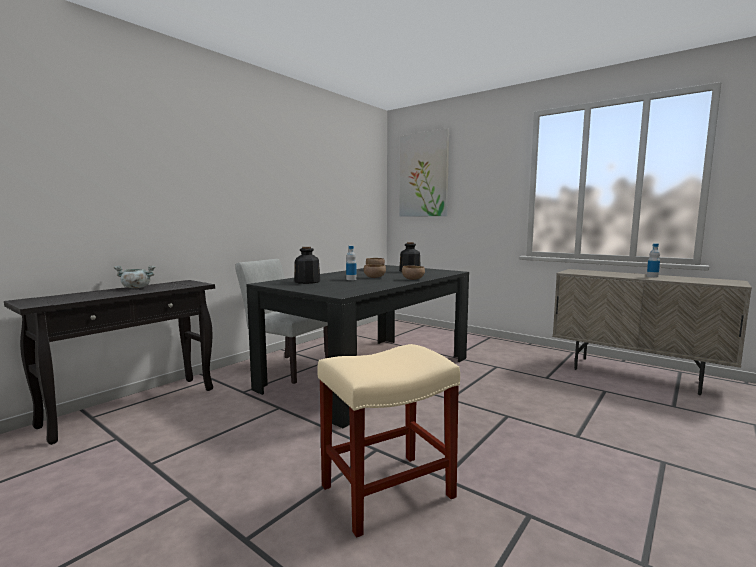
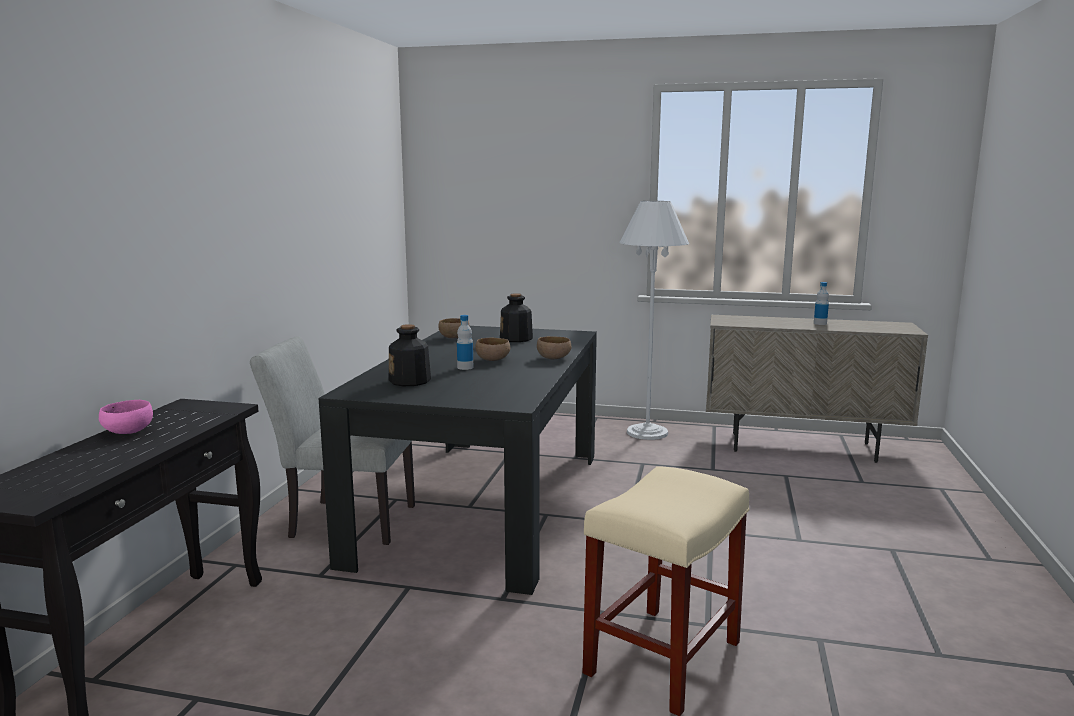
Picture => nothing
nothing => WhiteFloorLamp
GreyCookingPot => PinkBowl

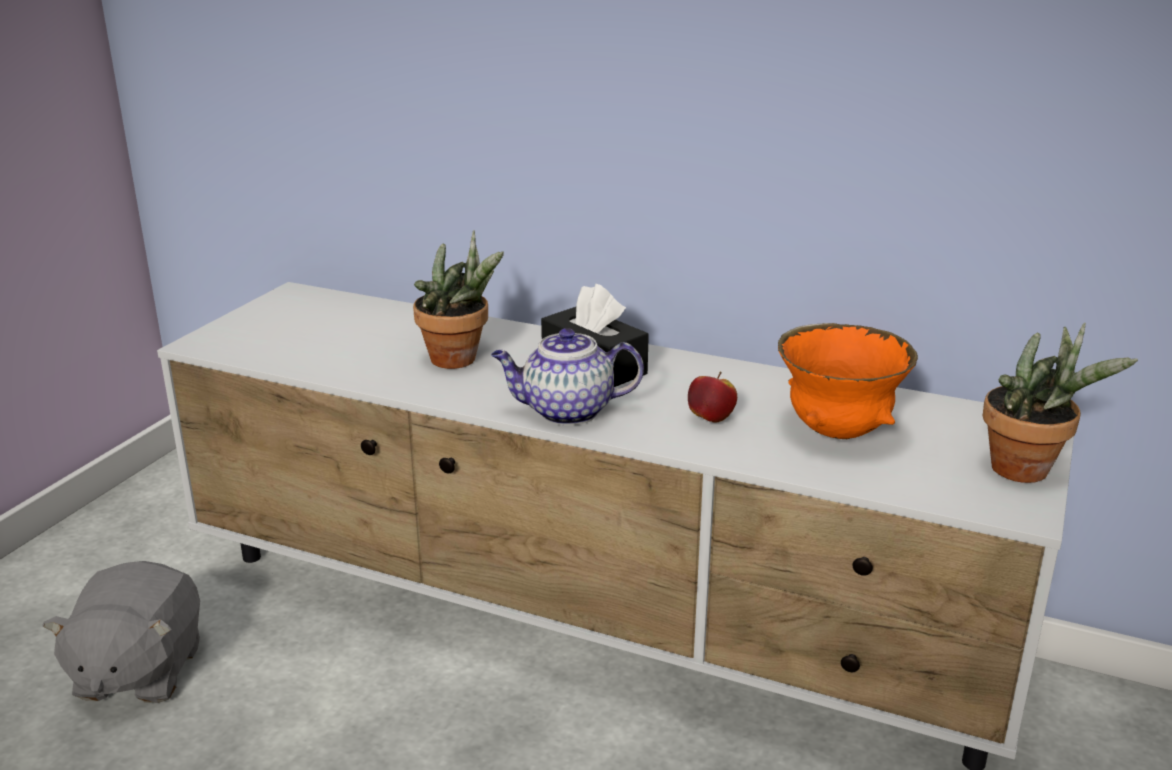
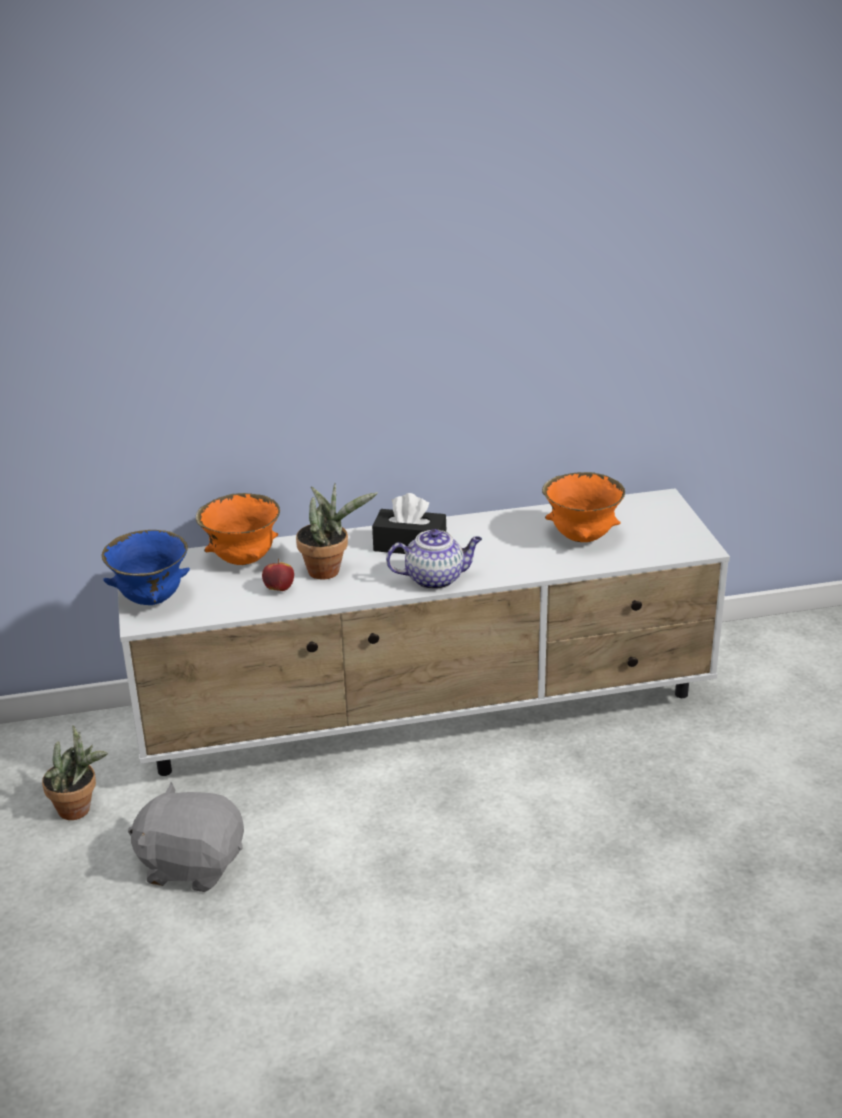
nothing => BlueBowl
nothing => OrangeBowl (1st from left)
Apple, move
PottedPlant (2nd from left in the first image) => PottedPlant (1st from left), move
GreyPlushToy, 135 degrees clockwise
Teapot, 150 degrees counterclockwise

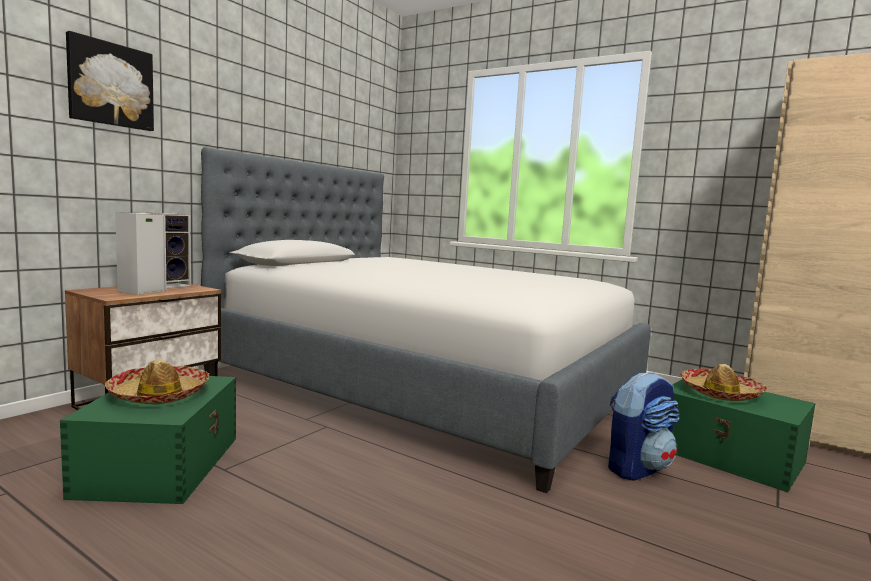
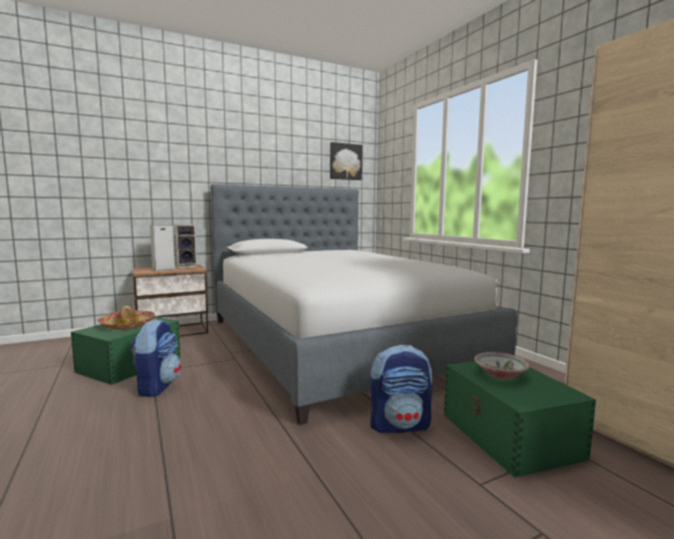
nothing => Backpack (1st from left)
Picture, move
Hat (2nd from left) => Bowl

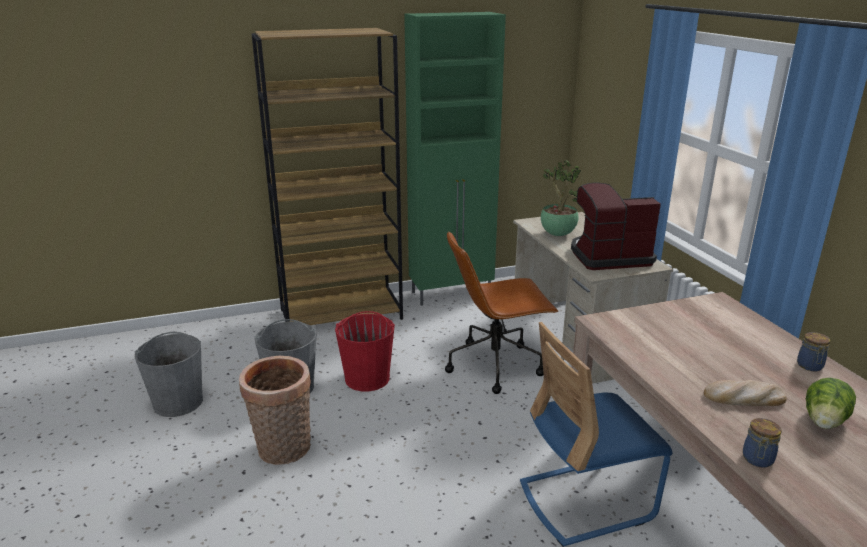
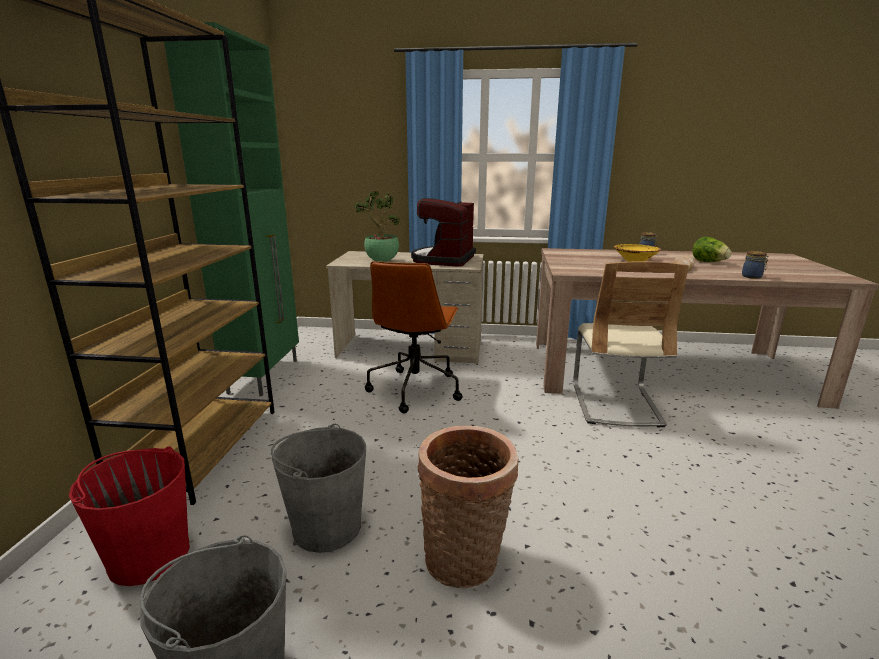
nothing => YellowBowl
RedBucket, move
BlueChair => BeigeChair

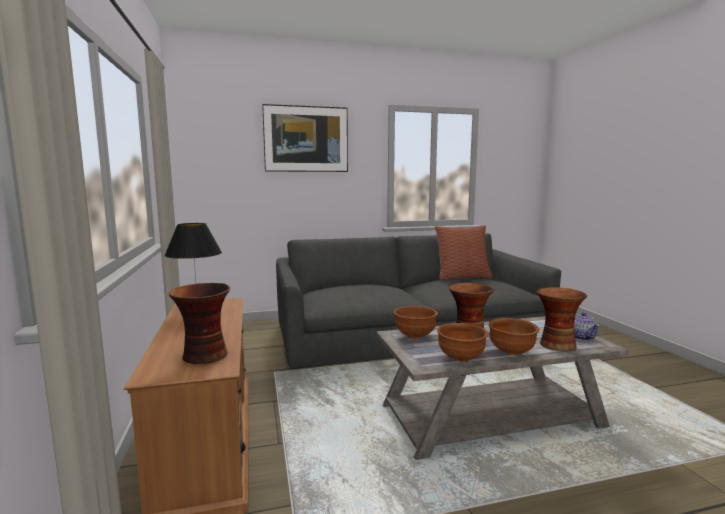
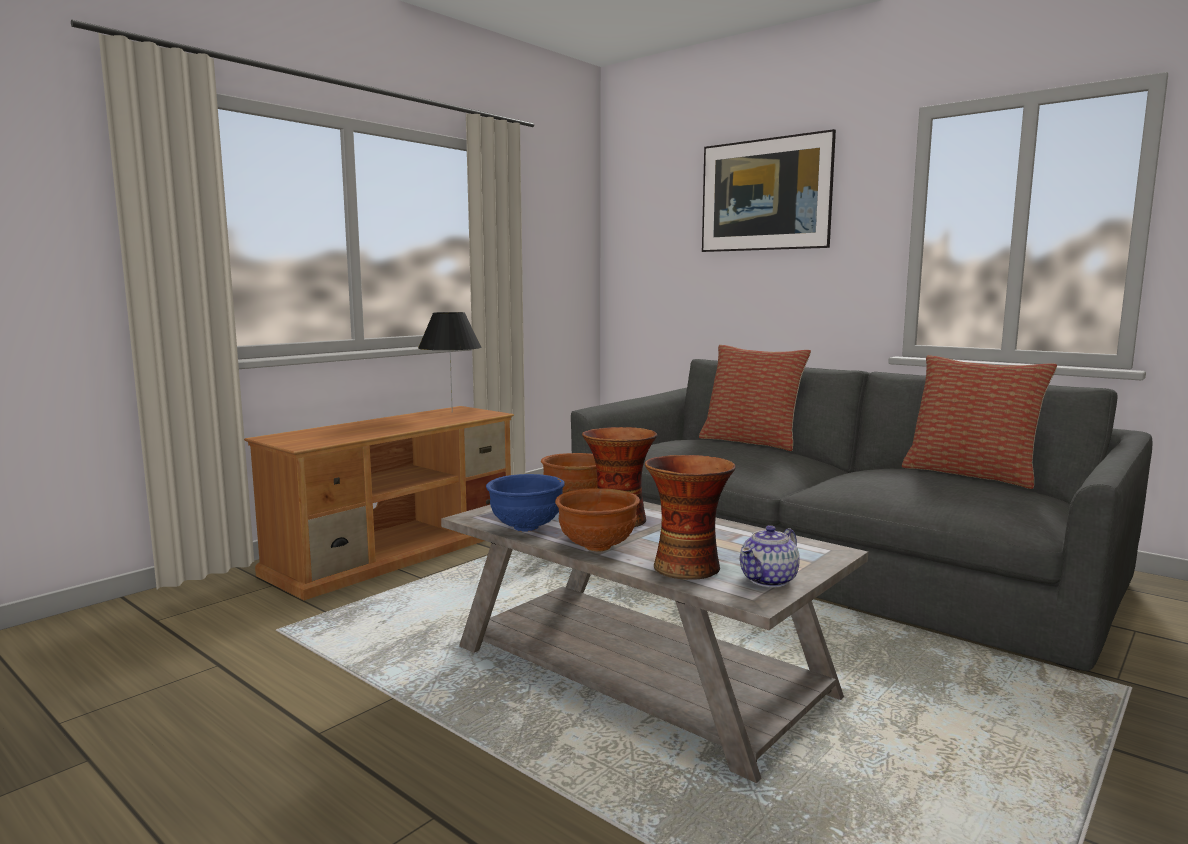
Vase (1st from left) => nothing
nothing => Pillow (1st from left)
BrownBowl (2nd from left) => BlueBowl

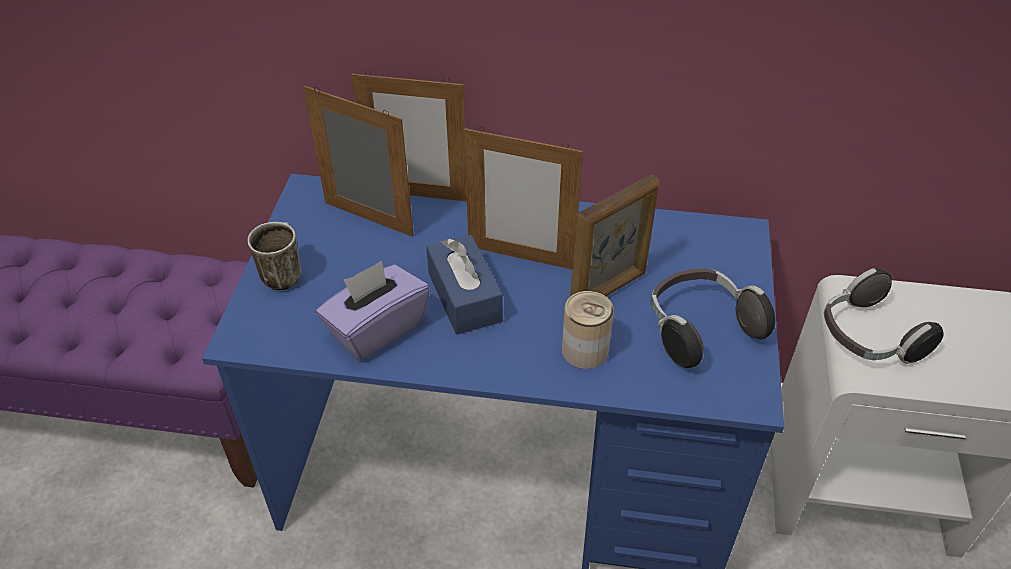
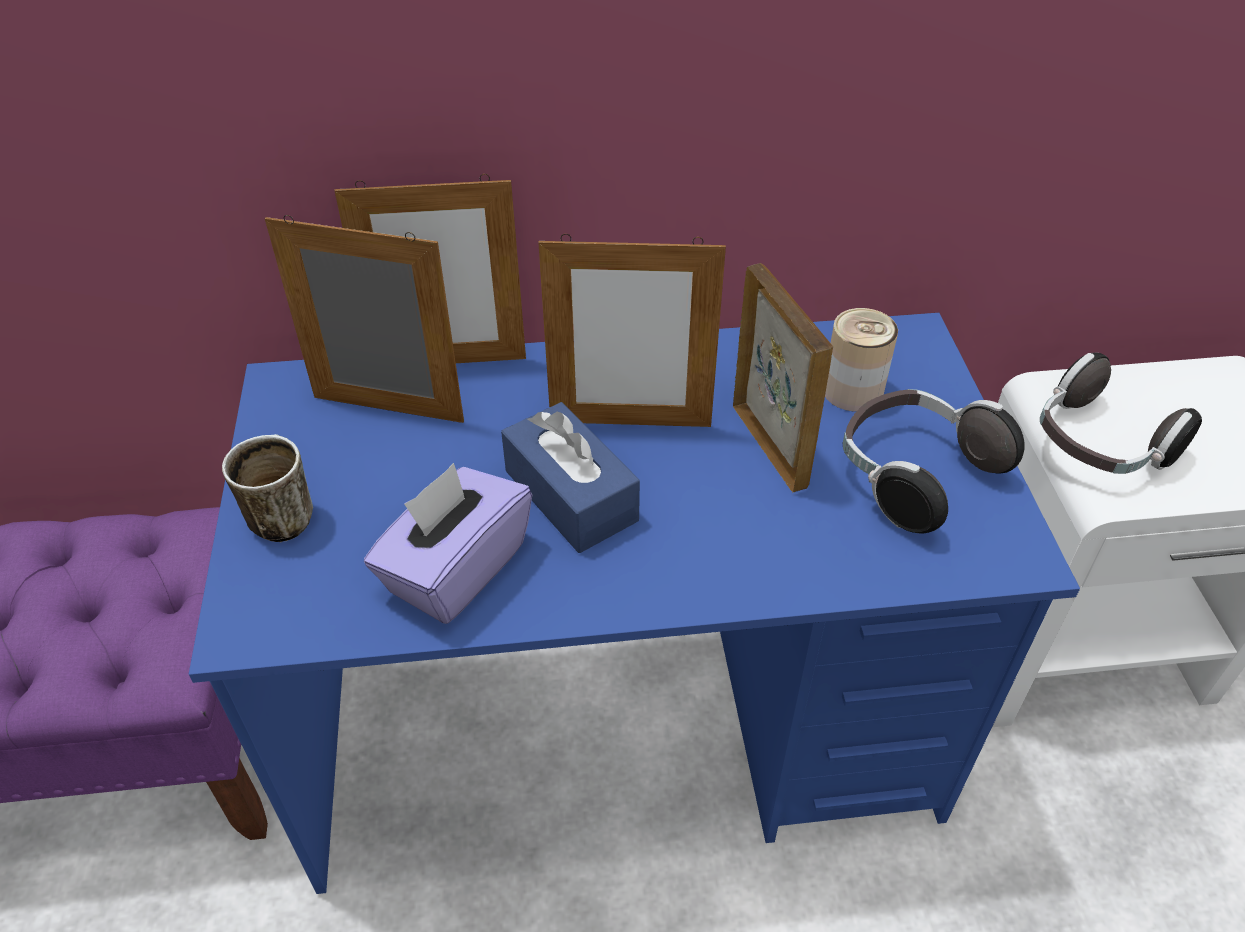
Can, move
PictureFrame (4th from left), 60 degrees counterclockwise

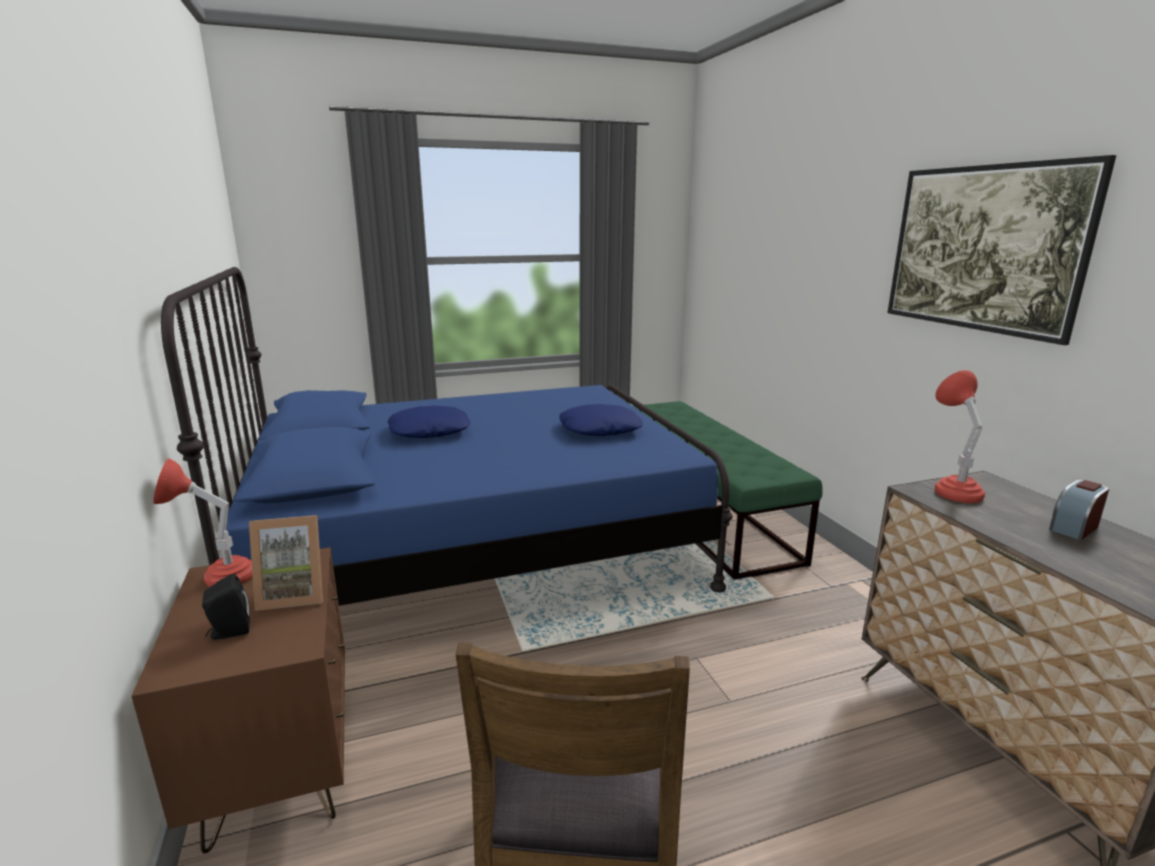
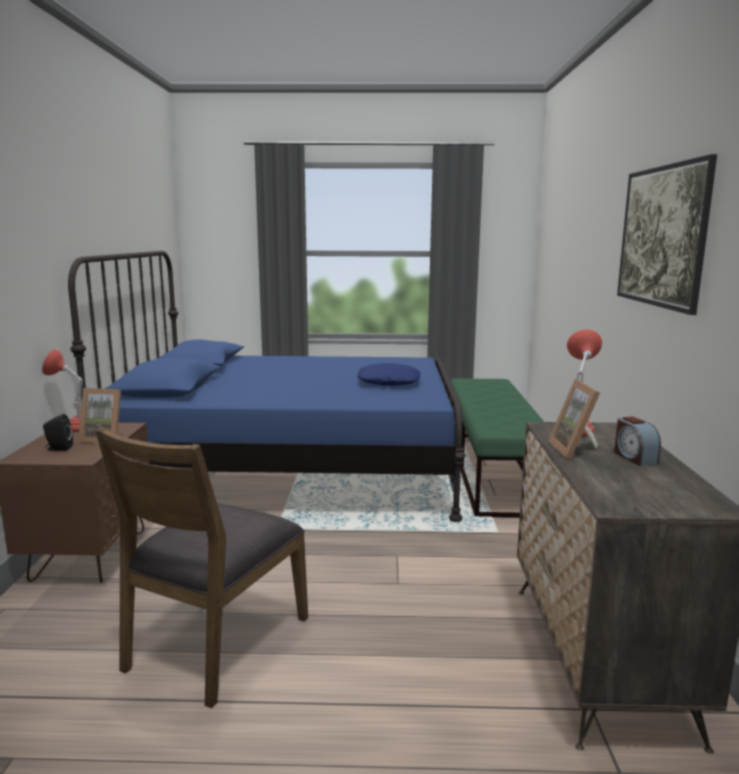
BluePillow (1st from left) => nothing
nothing => PictureFrame (2nd from left)
AlarmClock, 90 degrees counterclockwise

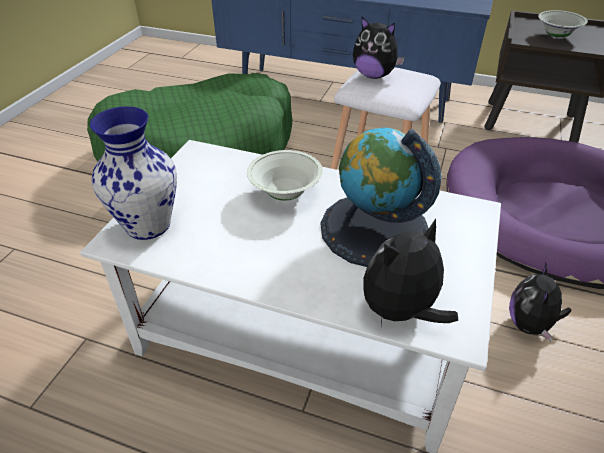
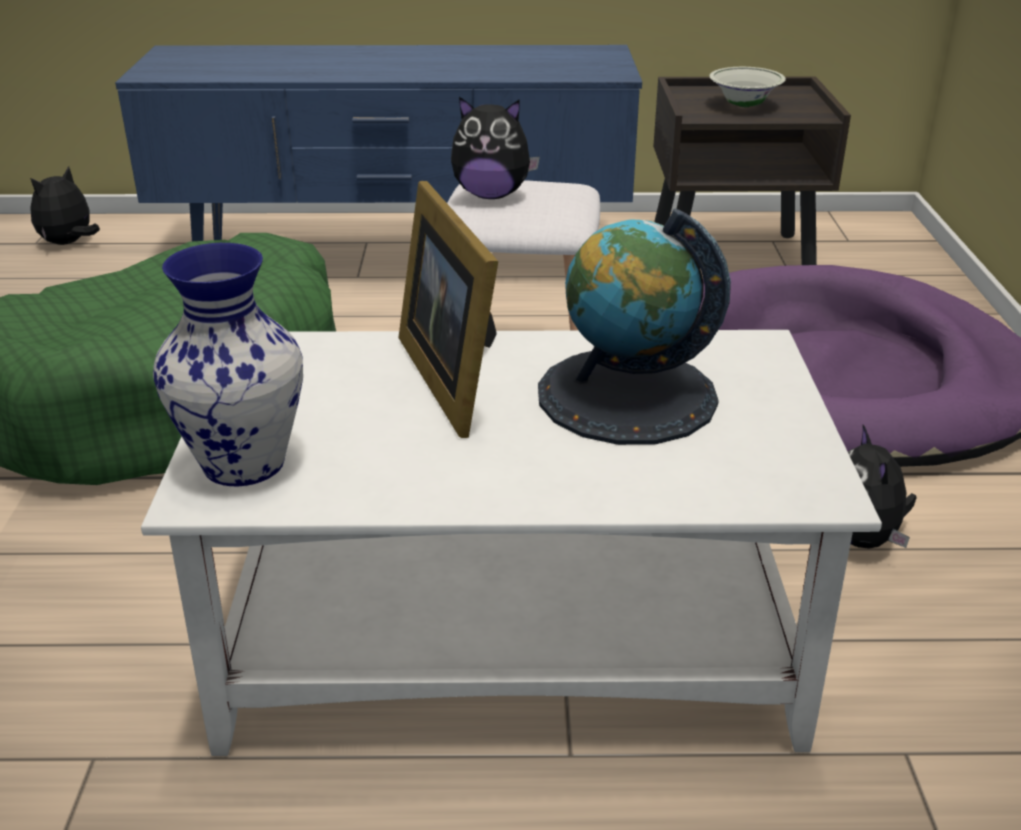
PlushToy (2nd from left in the first image) => PlushToy (1st from left), move
WhiteBowl (1st from left) => PictureFrame

